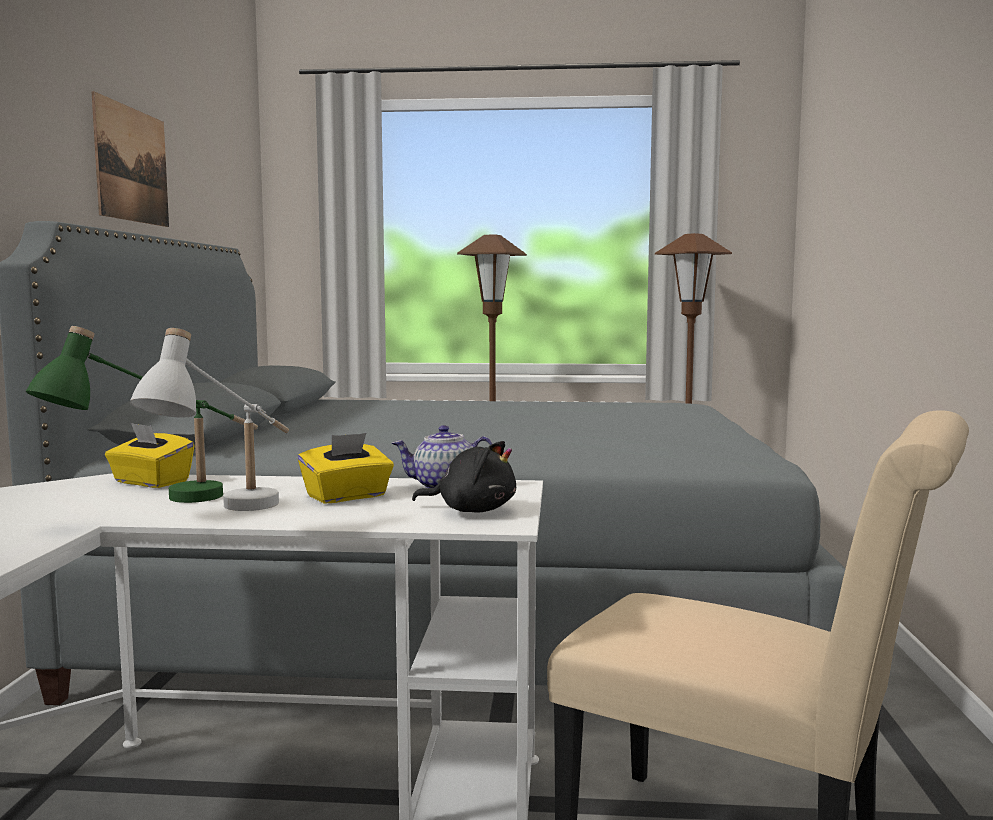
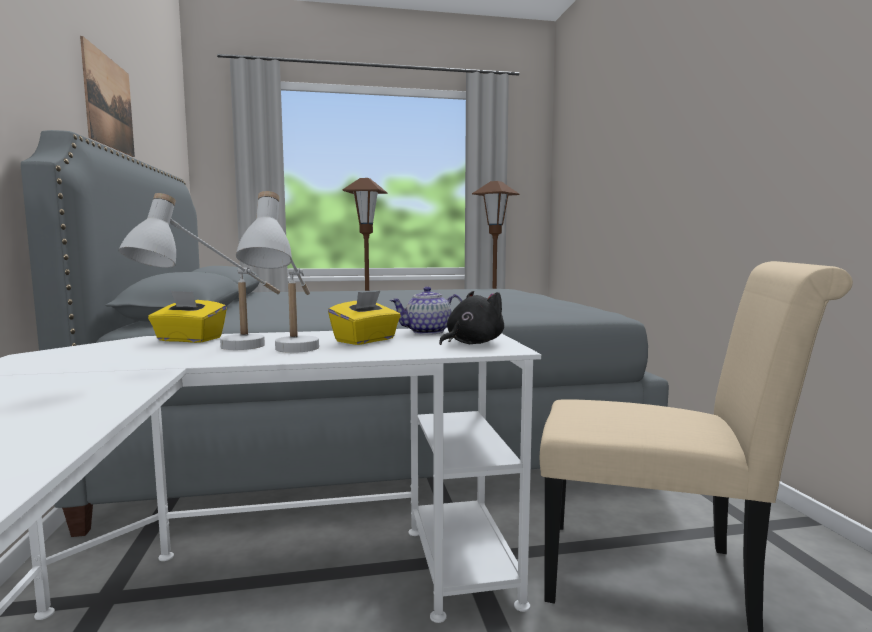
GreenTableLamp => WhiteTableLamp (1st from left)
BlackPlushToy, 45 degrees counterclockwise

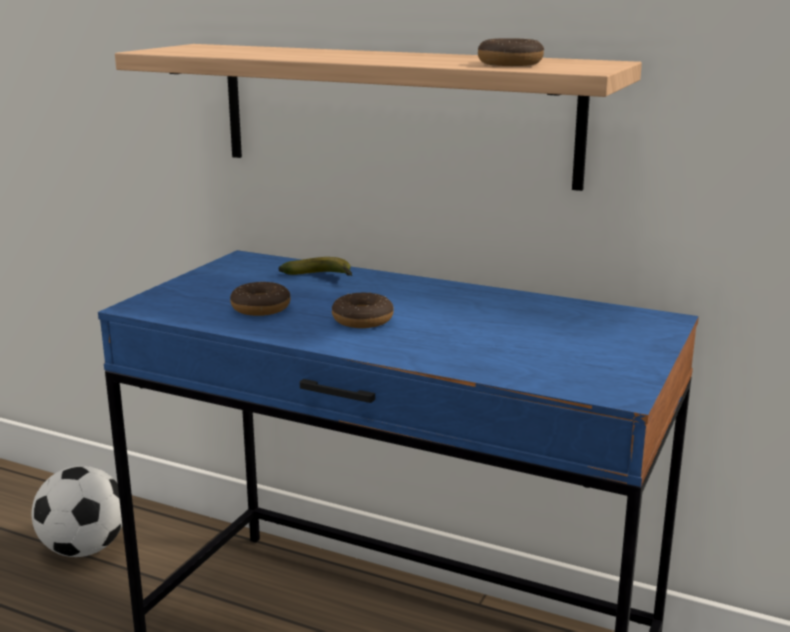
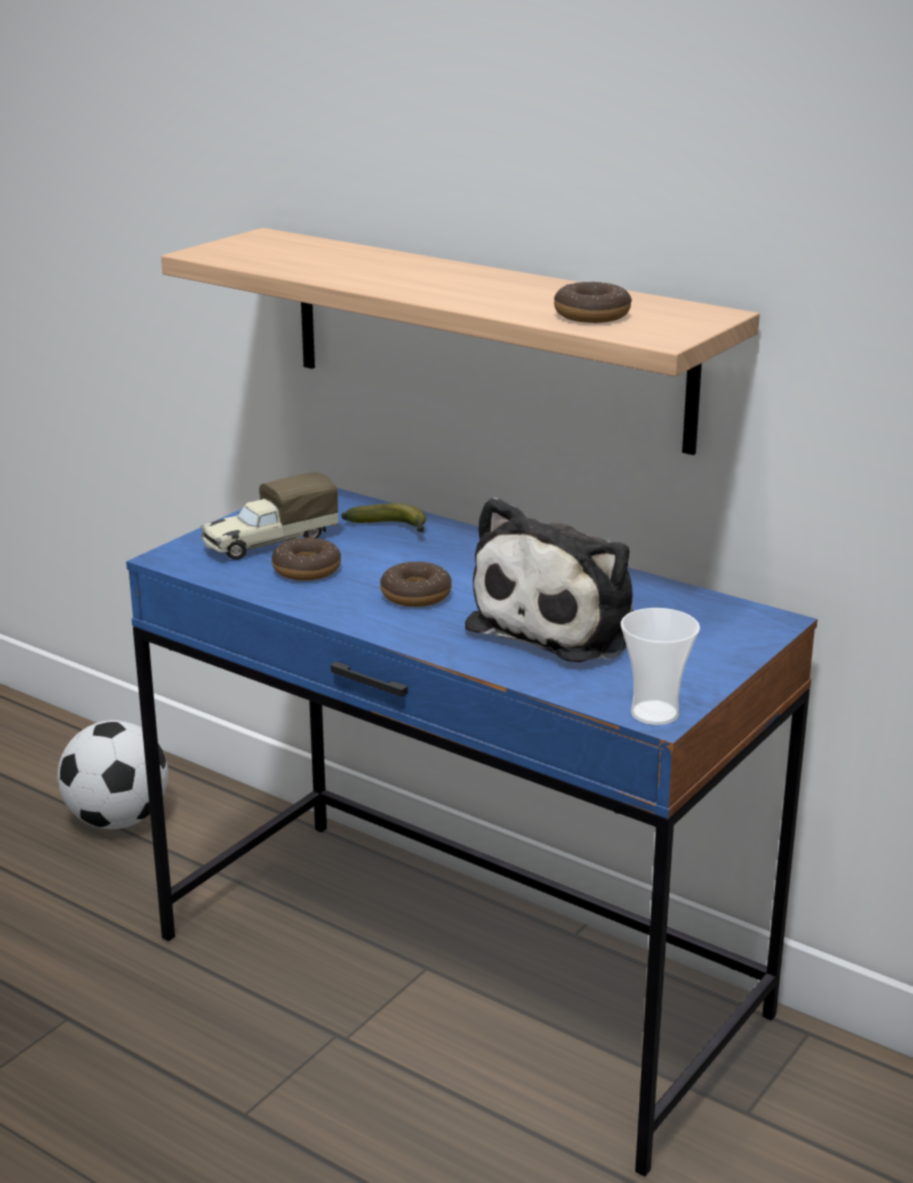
nothing => ToyTruck
nothing => PlushToy
nothing => Cup

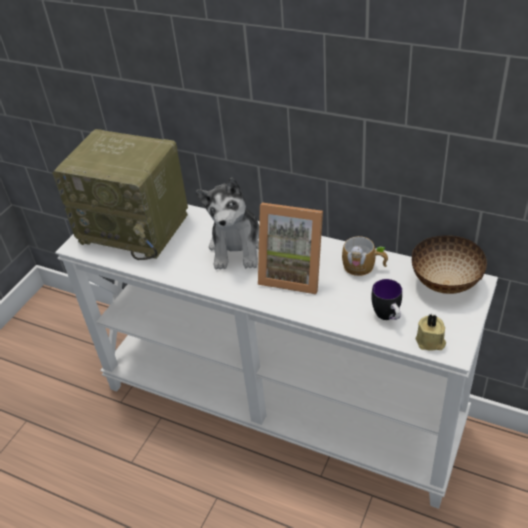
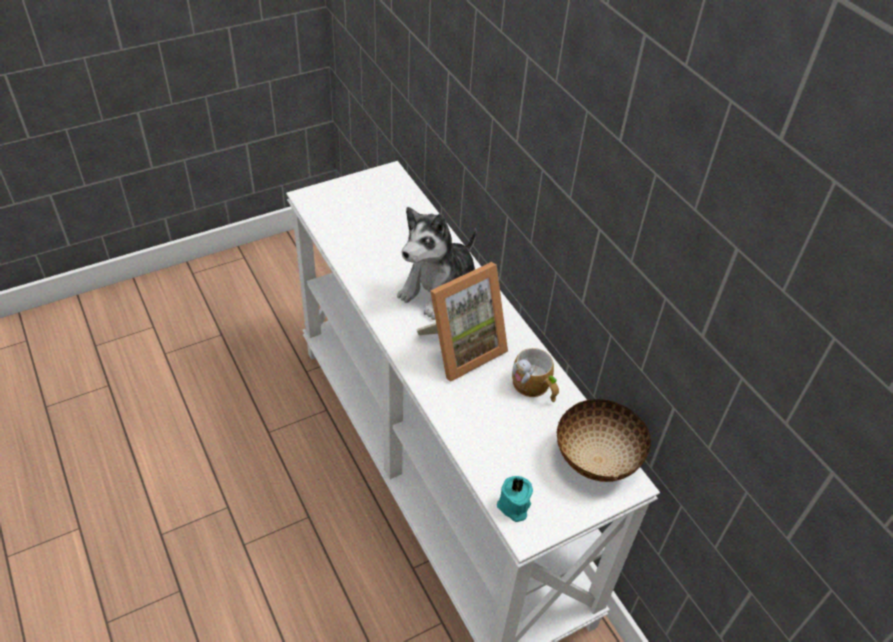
Radio => nothing
Mug (2nd from left) => nothing
BeigeCandle => TurquoiseCandle
PictureFrame, 90 degrees counterclockwise

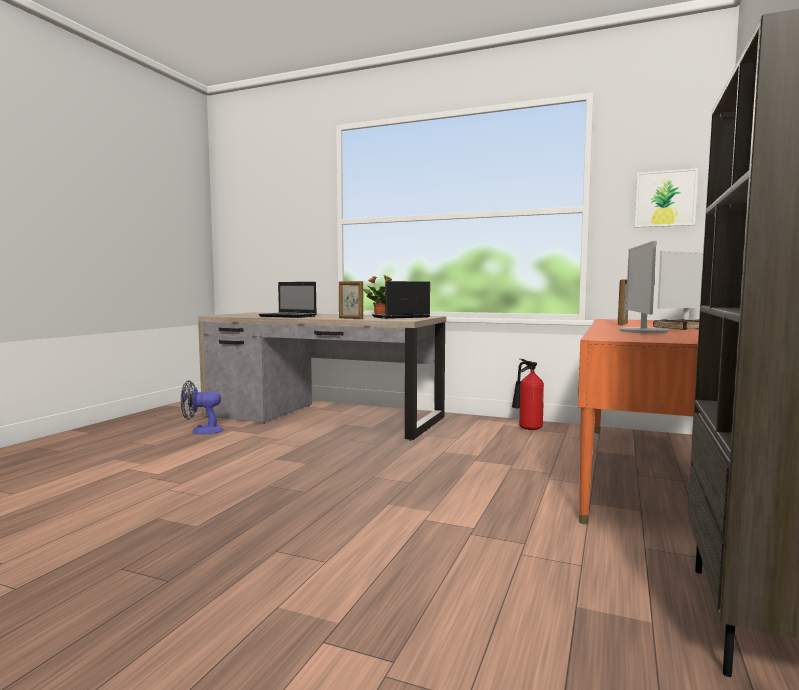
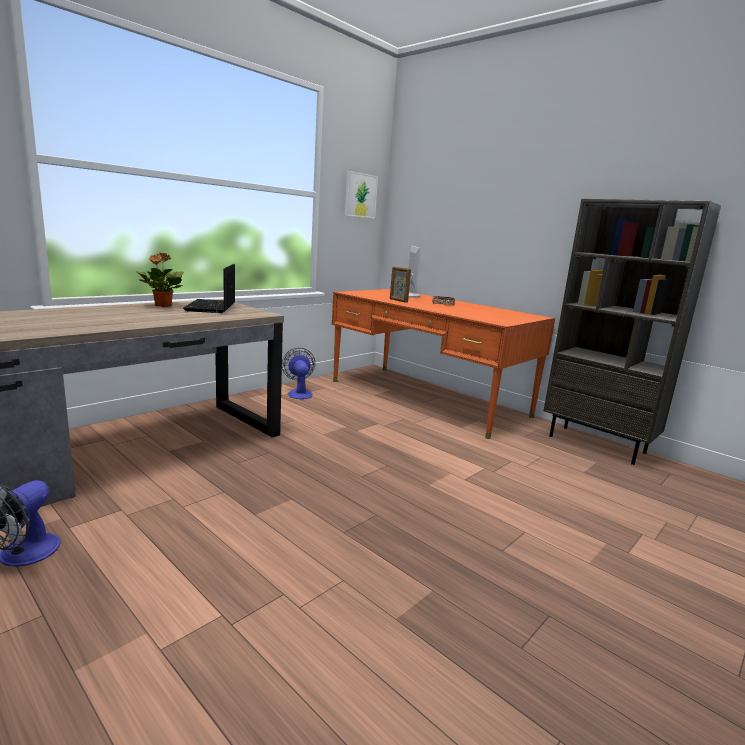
Laptop (1st from left) => nothing
PictureFrame (1st from left) => nothing
Monitor (1st from left) => nothing
FireExtinguisher => Fan (2nd from left)

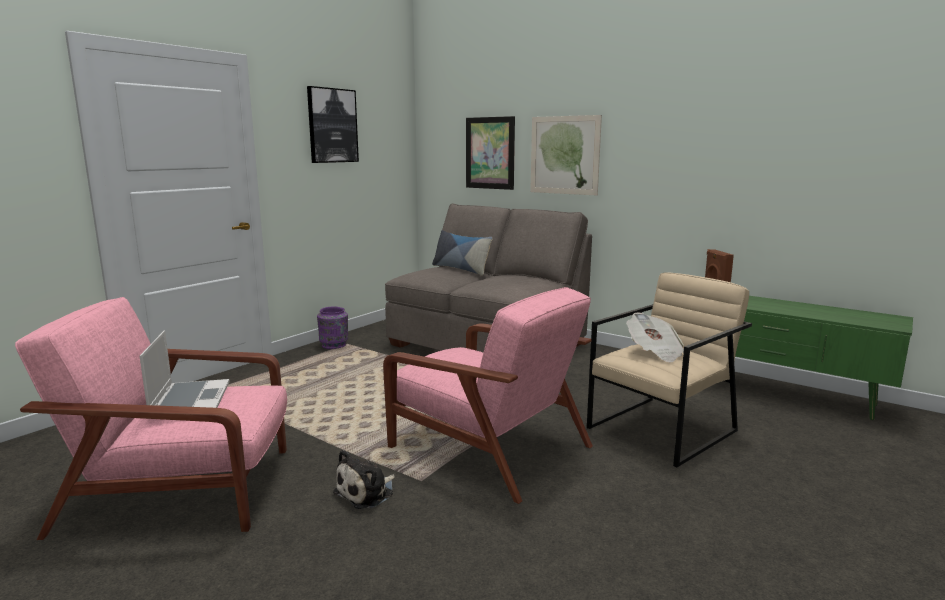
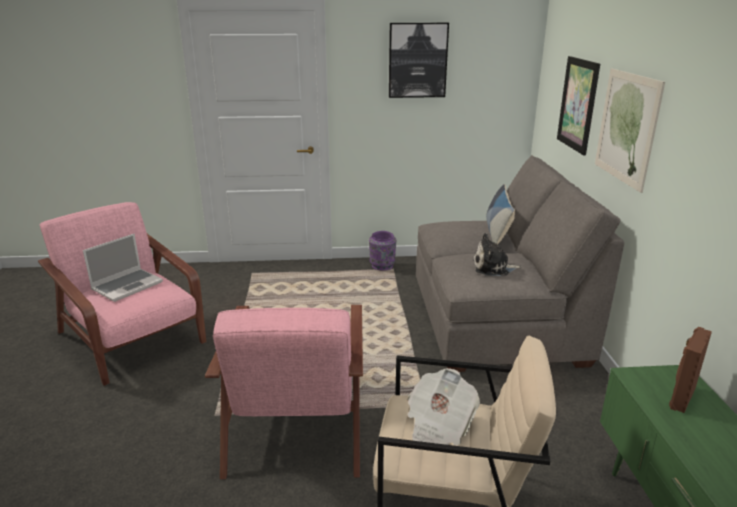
PlushToy, move

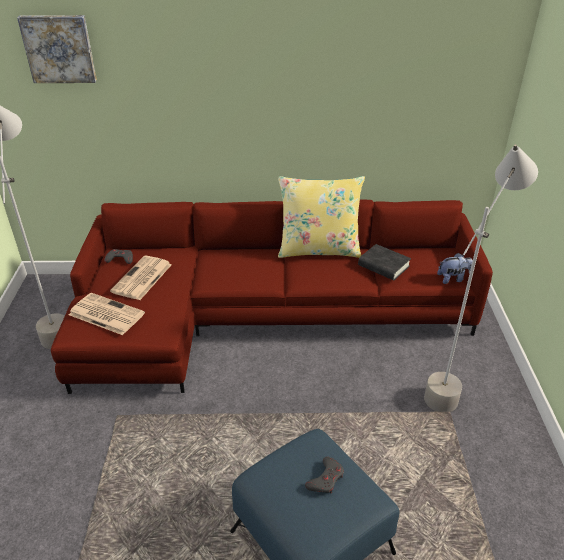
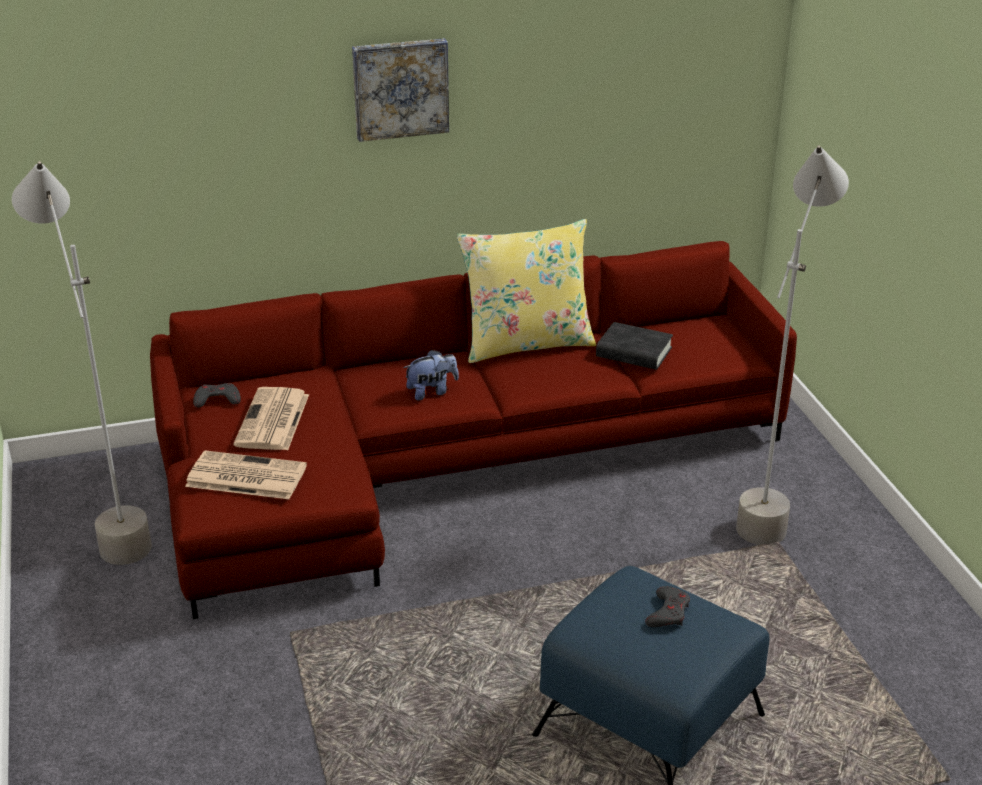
Picture, move
PlushToy, move

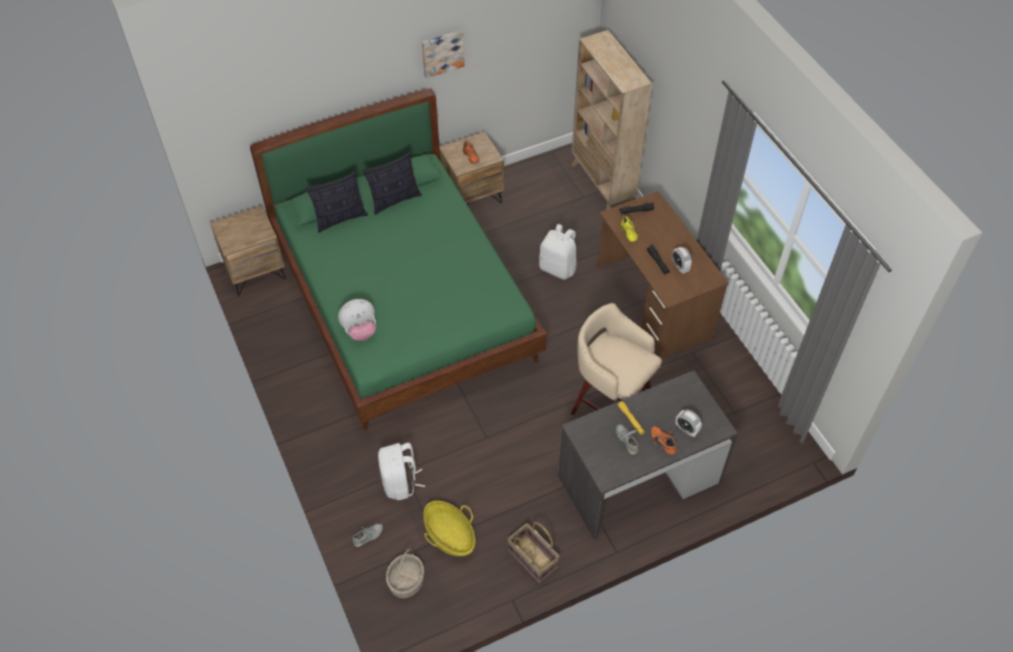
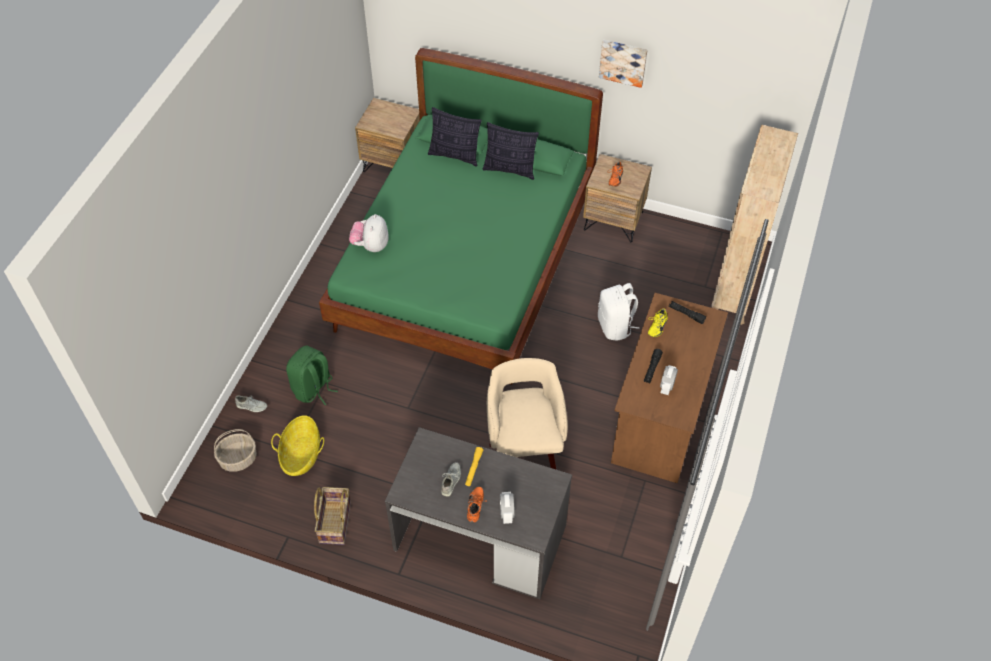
WhiteBackpack (1st from left) => GreenBackpack
PlushToy, 75 degrees clockwise

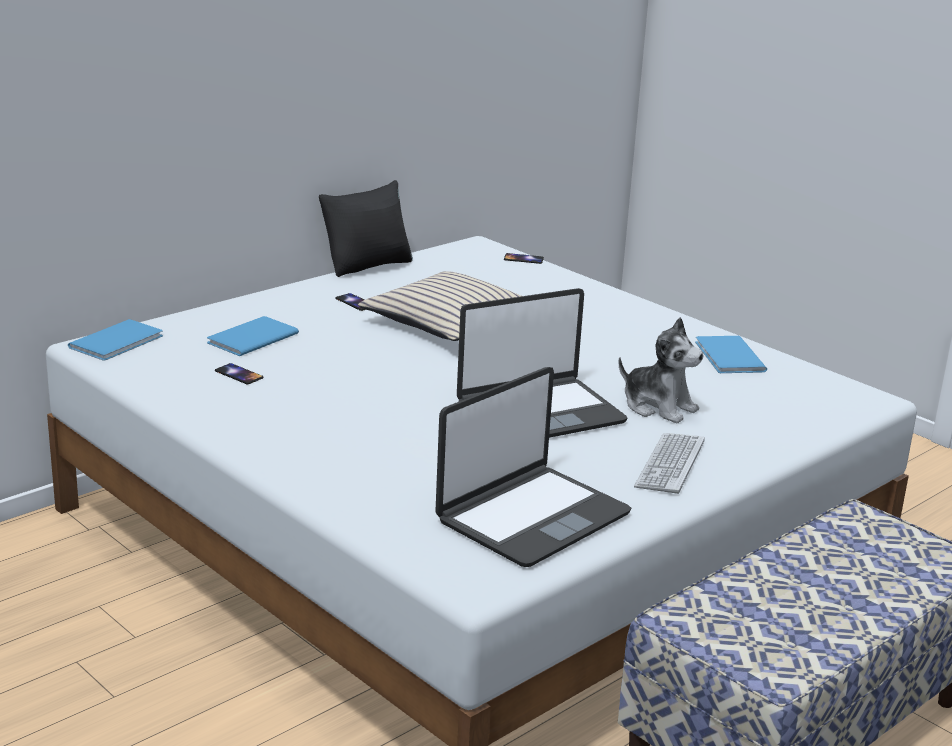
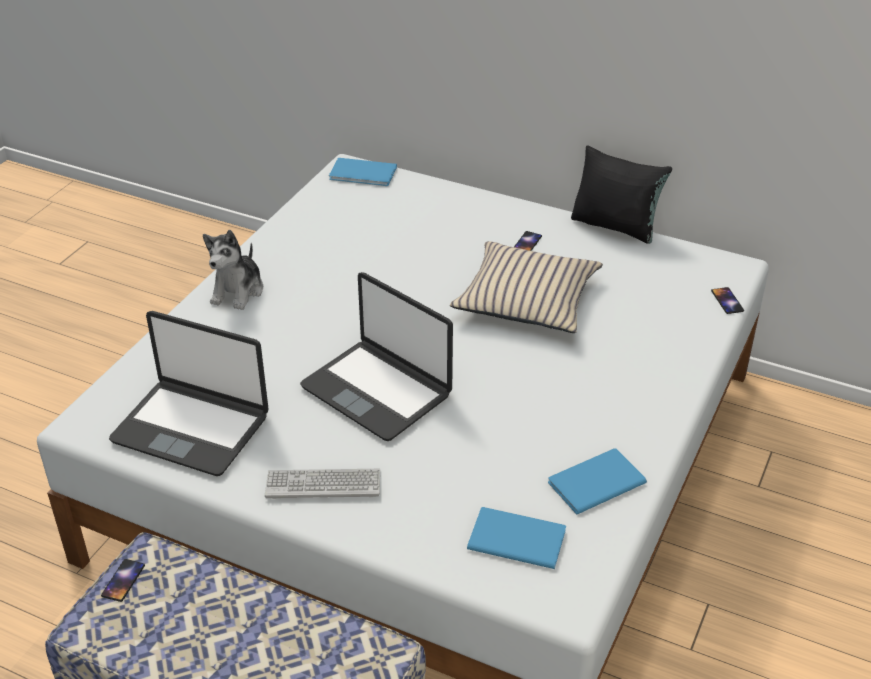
BlueBook (2nd from left), move
Phone (1st from left), move
PlushToy, move

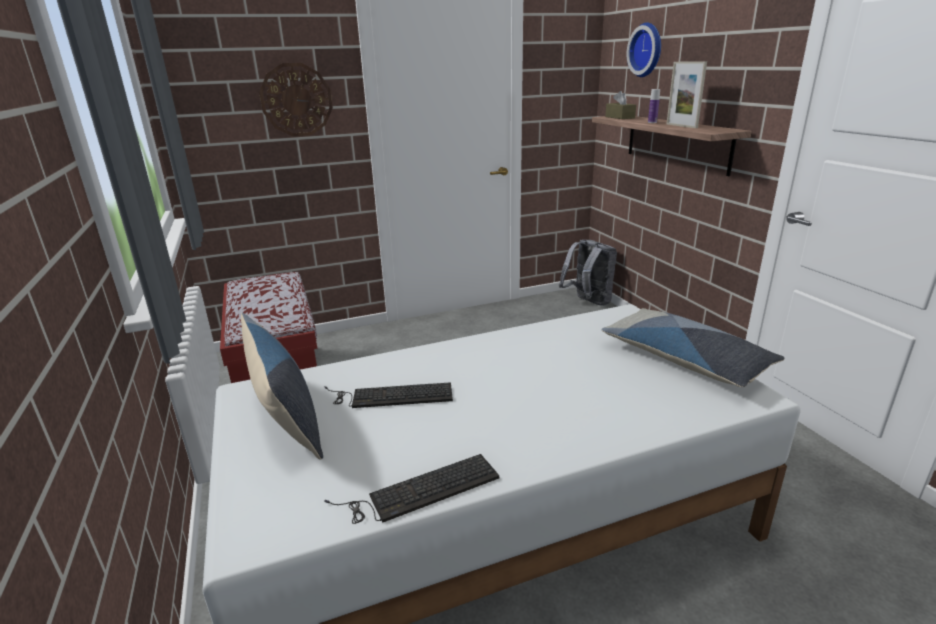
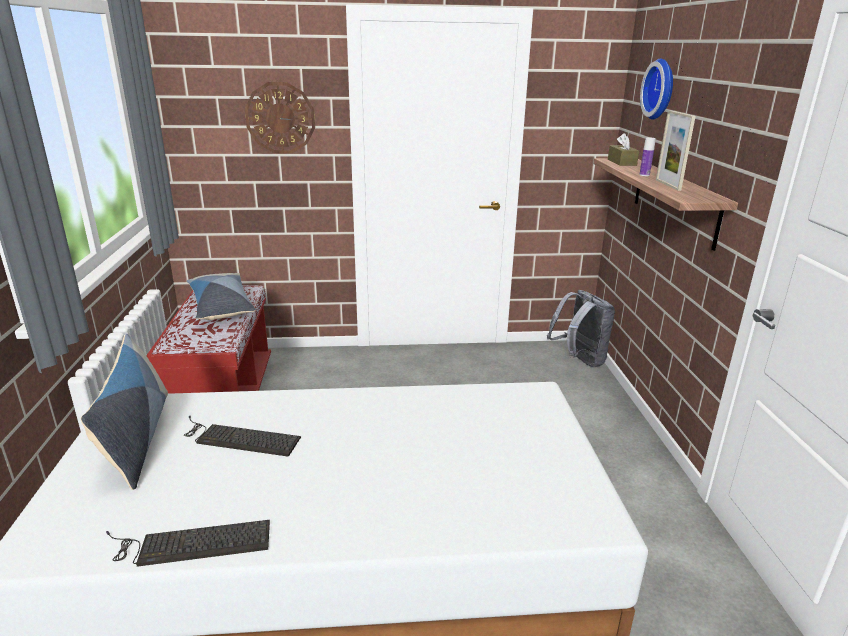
Pillow (2nd from left), move

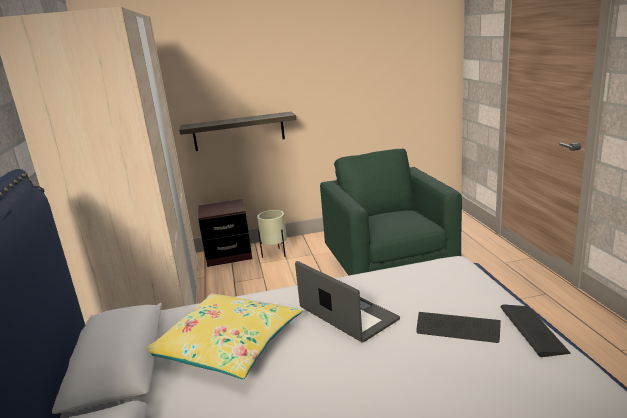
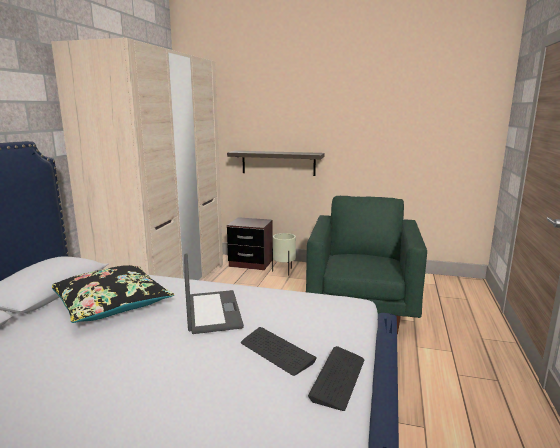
YellowPillow => BlackPillow

